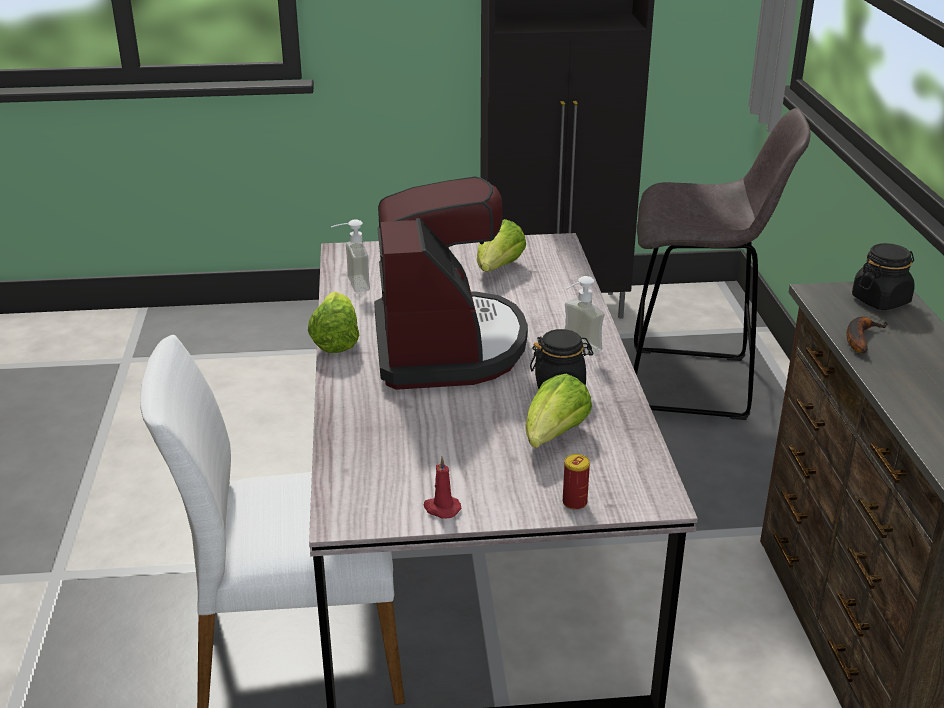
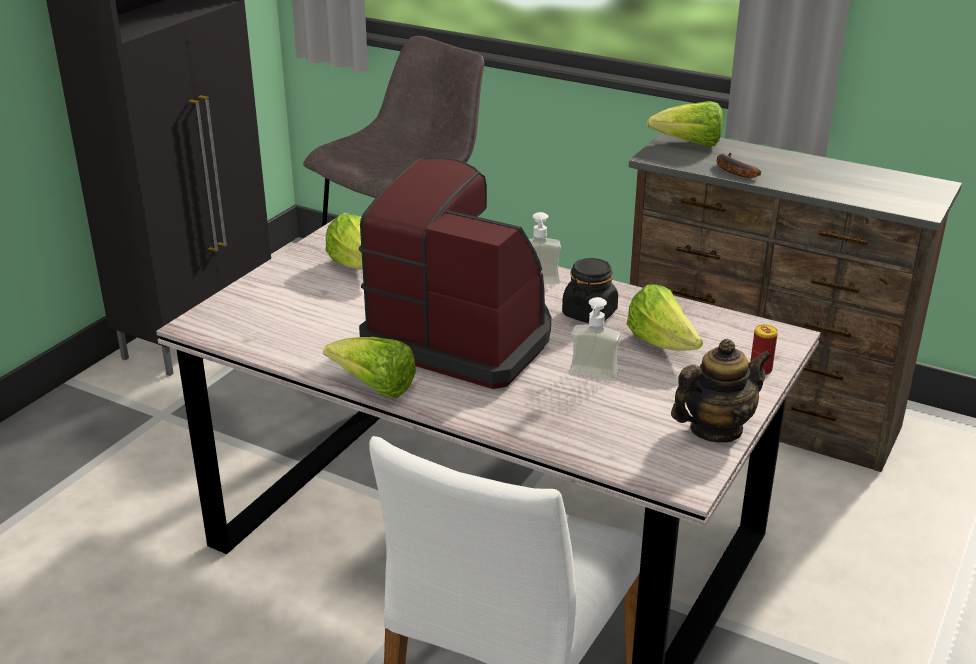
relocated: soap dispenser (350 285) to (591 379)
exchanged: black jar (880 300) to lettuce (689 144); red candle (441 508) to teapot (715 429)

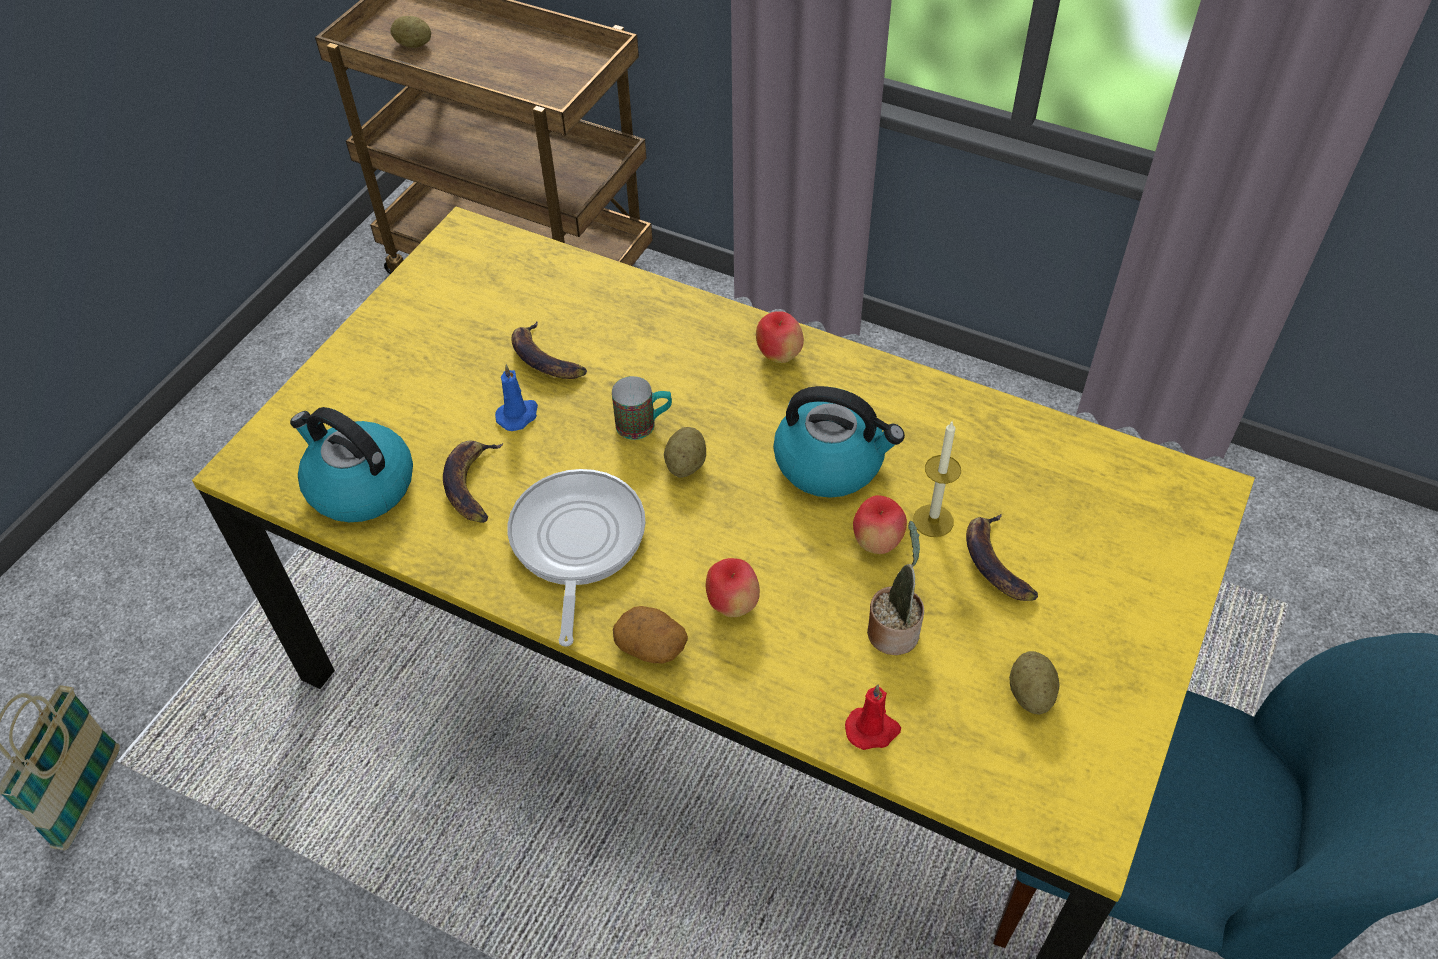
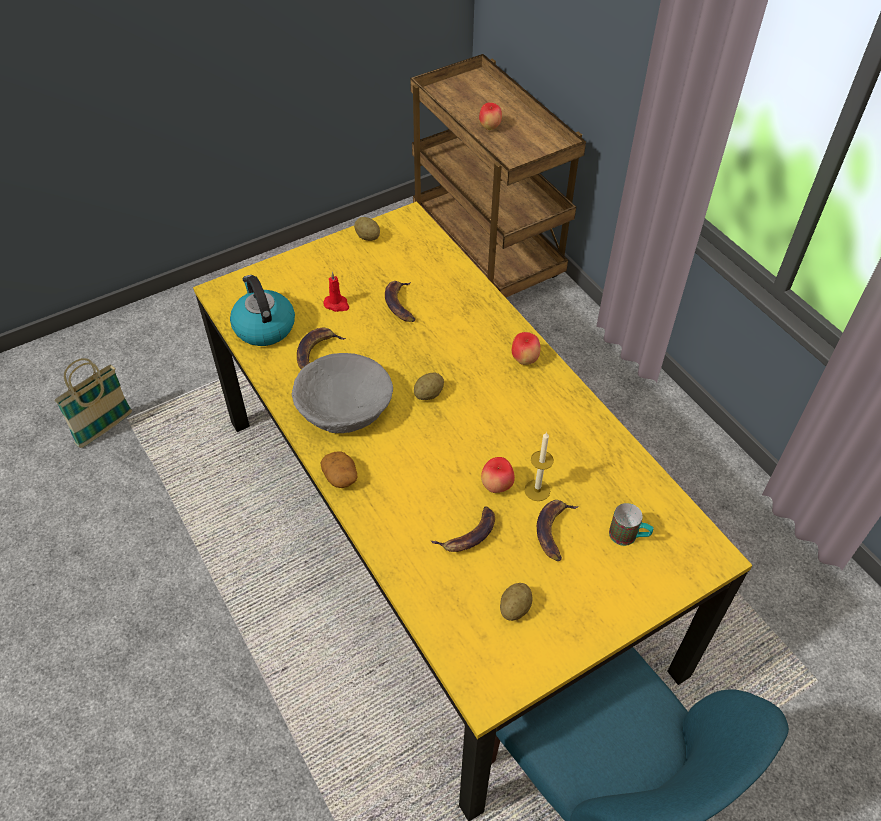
missing: blue candle (518 415); kettle (830 463)
relocated: red candle (873 729) to (337 304); potato (413 45) to (367 237); apple (732 604) to (490 127); mug (644 425) to (628 536)
exchanged: frying pan (576 543) to grey bowl (343 406); potted plant (894 629) to banana (469 535)

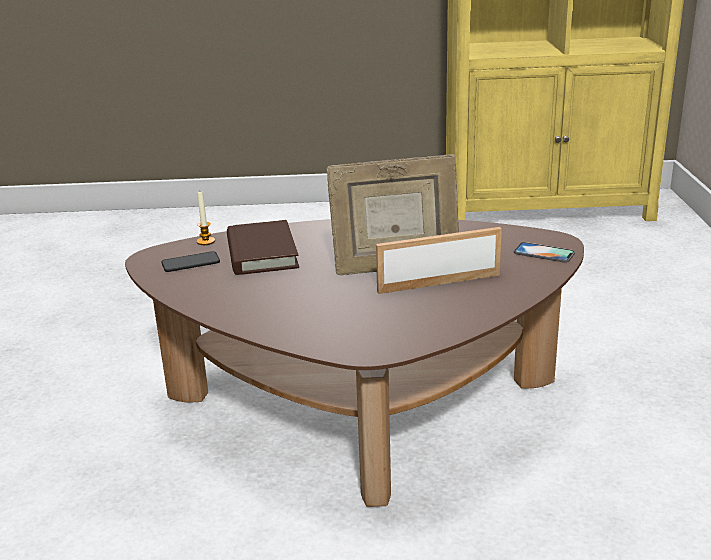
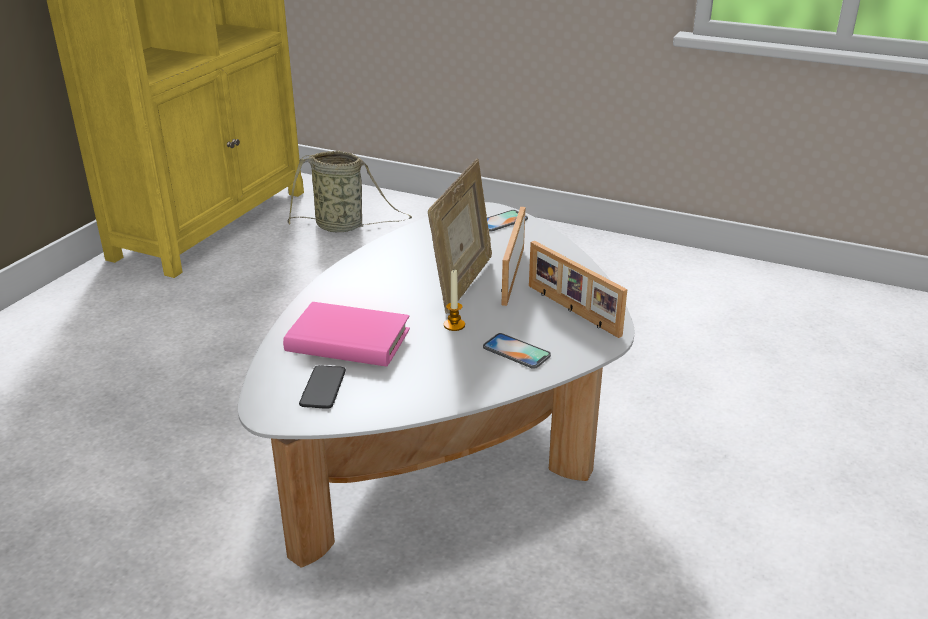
appeared: basket (343 226); phone (516 351); picture frame (571 310)
relocated: candle (206 241) to (454 325)
colour: brown coffee table (362 412) to white coffee table (449 440); brown book (261 253) to pink book (348 341)

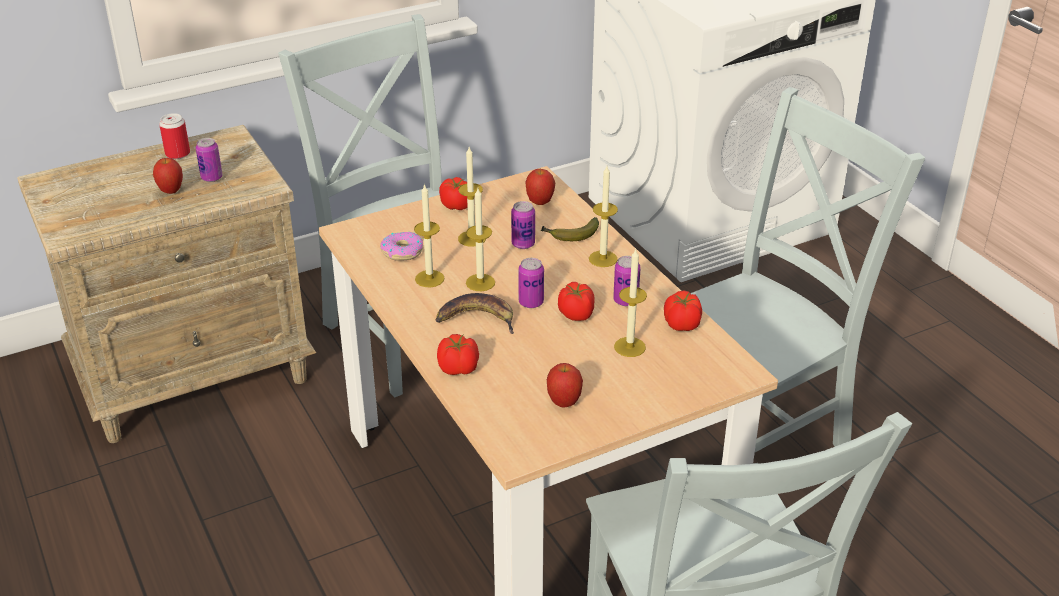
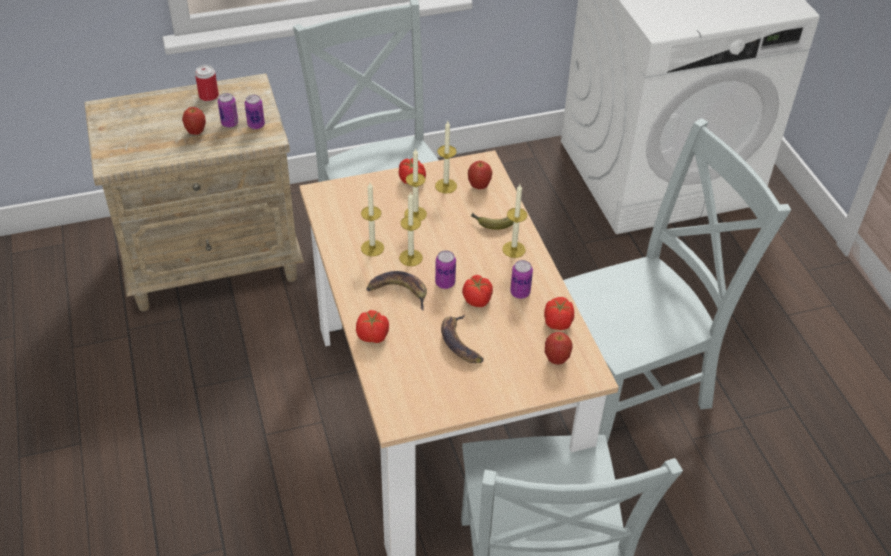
missing: donut (402 251)
appeared: banana (460 342)
relocated: can (523 244) to (256 125); candle (629 347) to (446 186); apple (564 402) to (556 359)

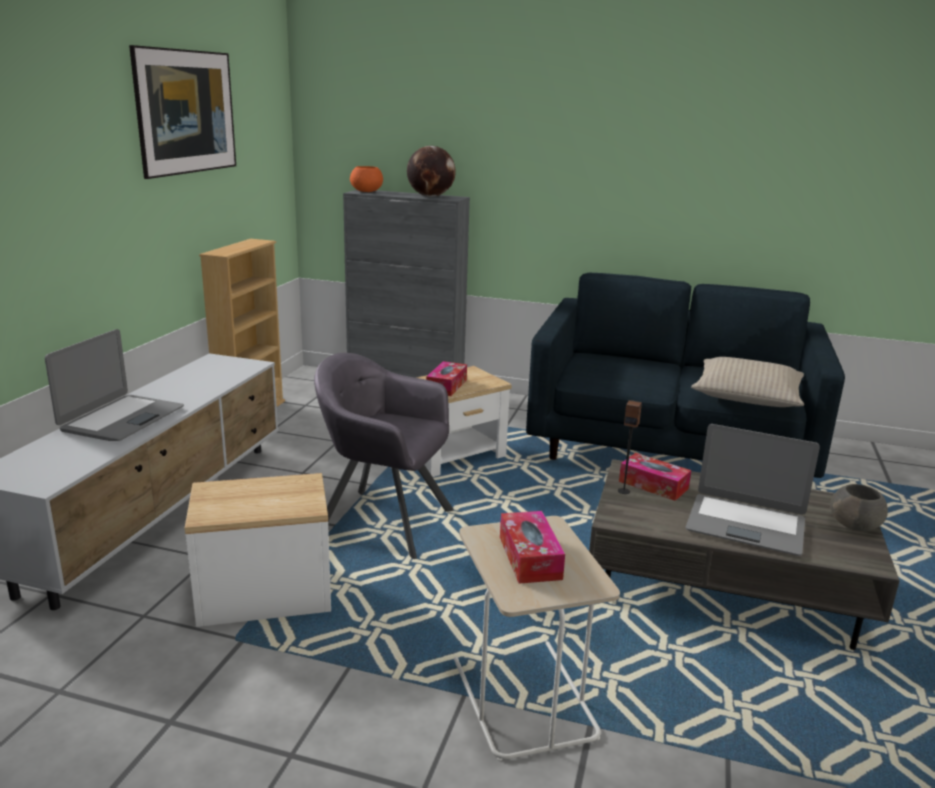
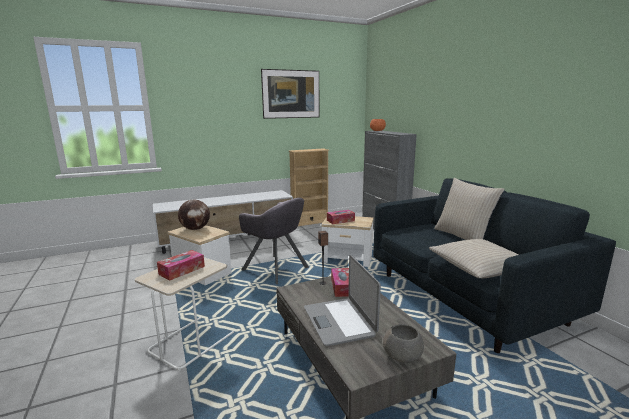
missing: laptop (122 419)
appeared: beige pillow (463 236)
relocated: globe (430 196) to (195 229)
spun: grey armchair (384 522) = (275 269) 150 degrees clockwise

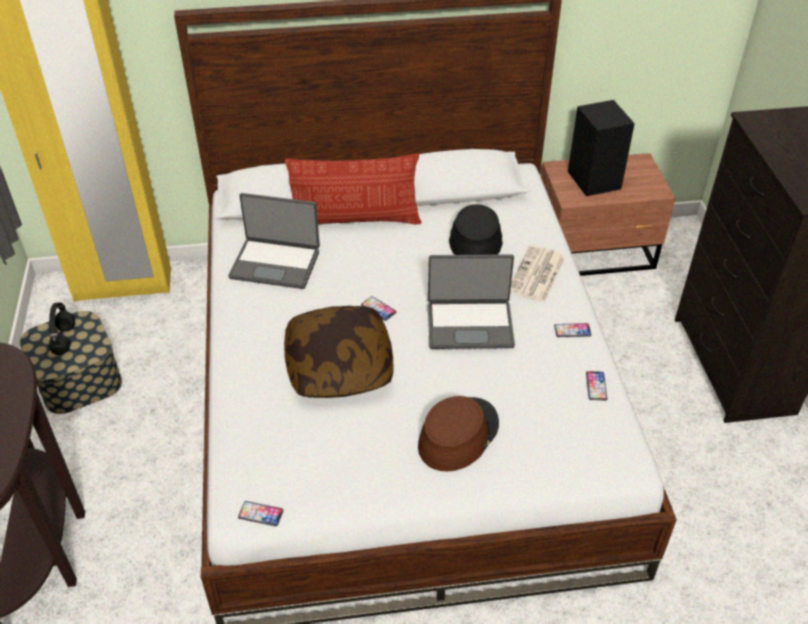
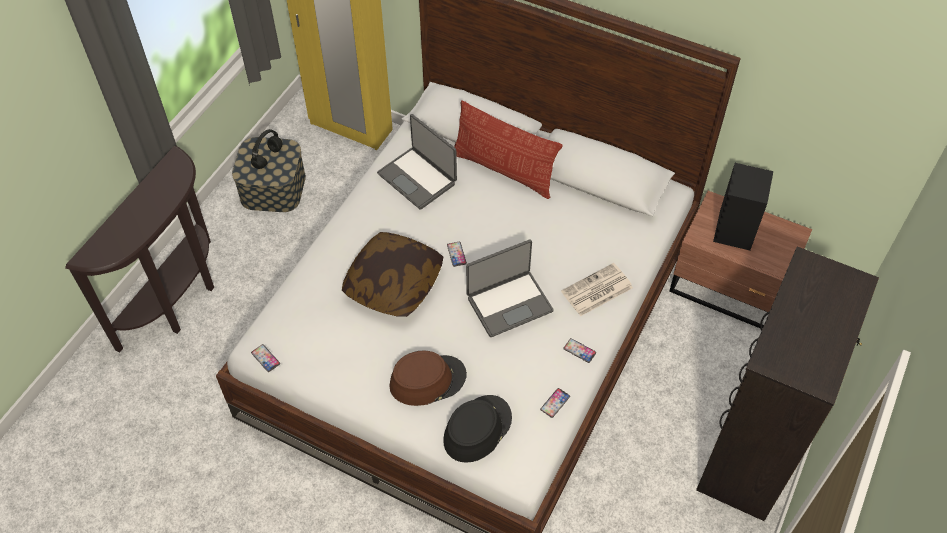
relocated: black hat (475 237) to (477 429)
spun: laptop (470 324) = (509 303) 60 degrees counterclockwise

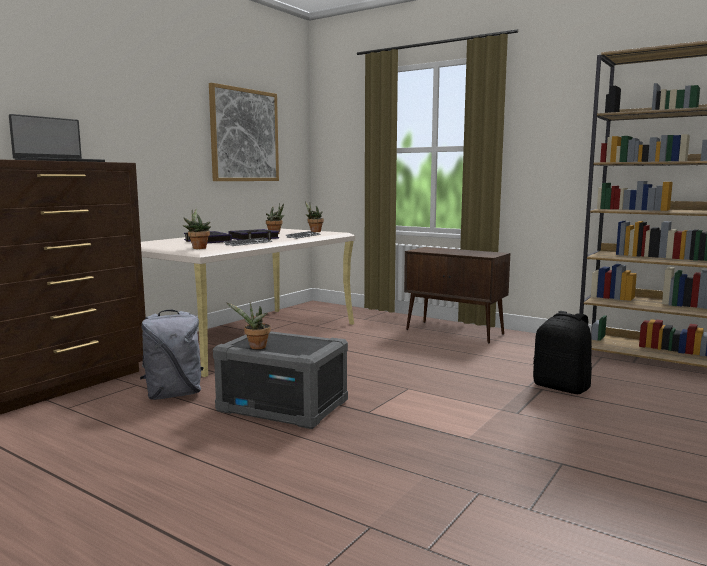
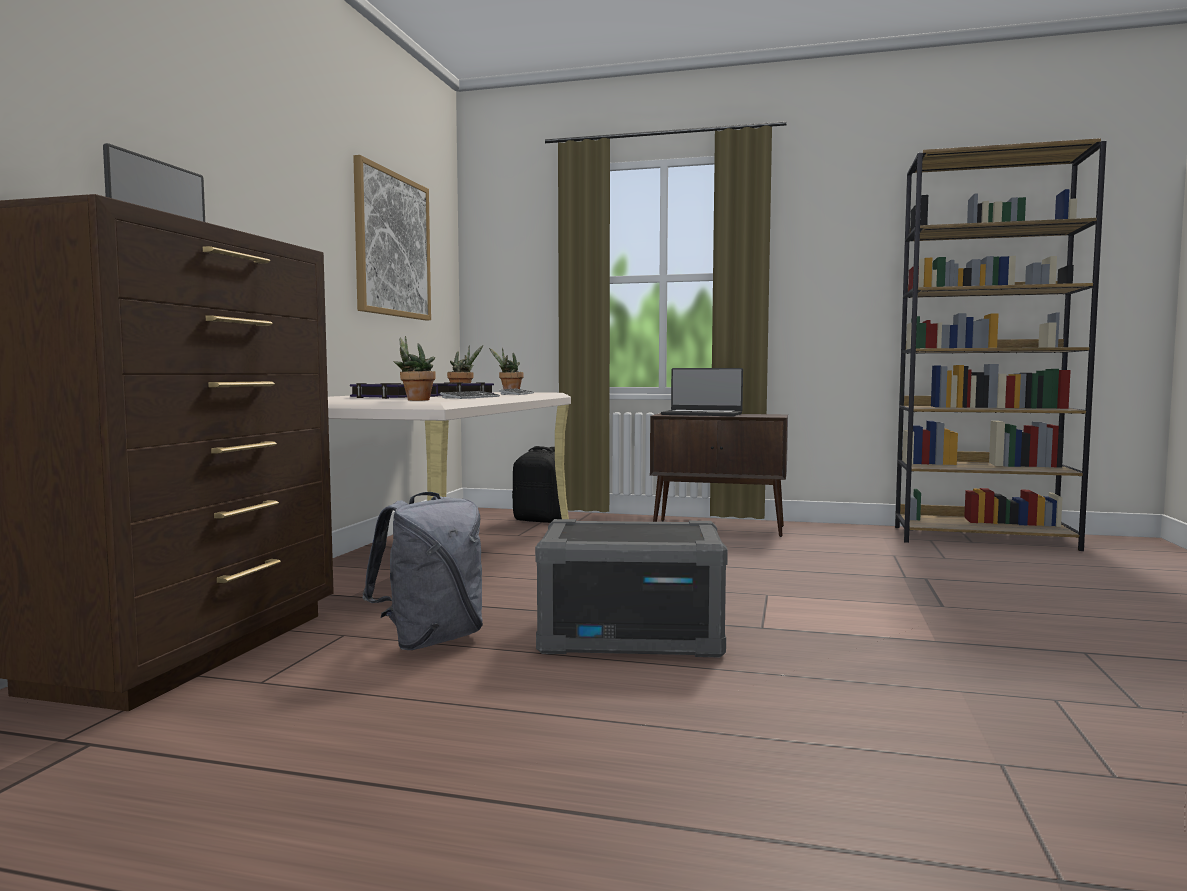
missing: potted plant (255 347)
appeared: laptop (702 414)
relocated: black backpack (562 387) to (541 520)

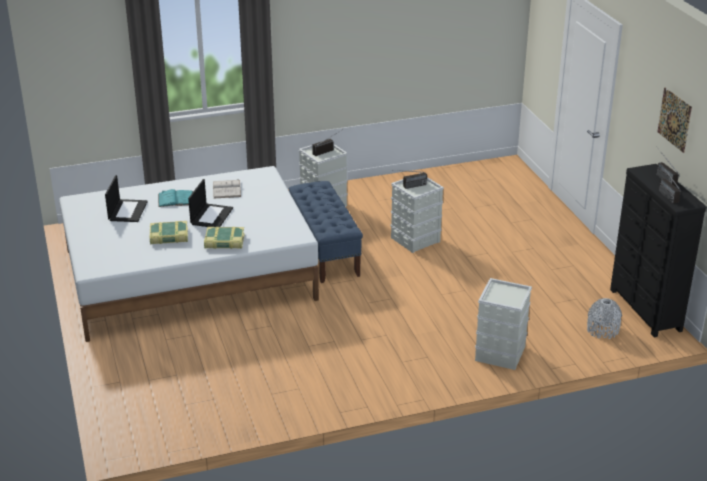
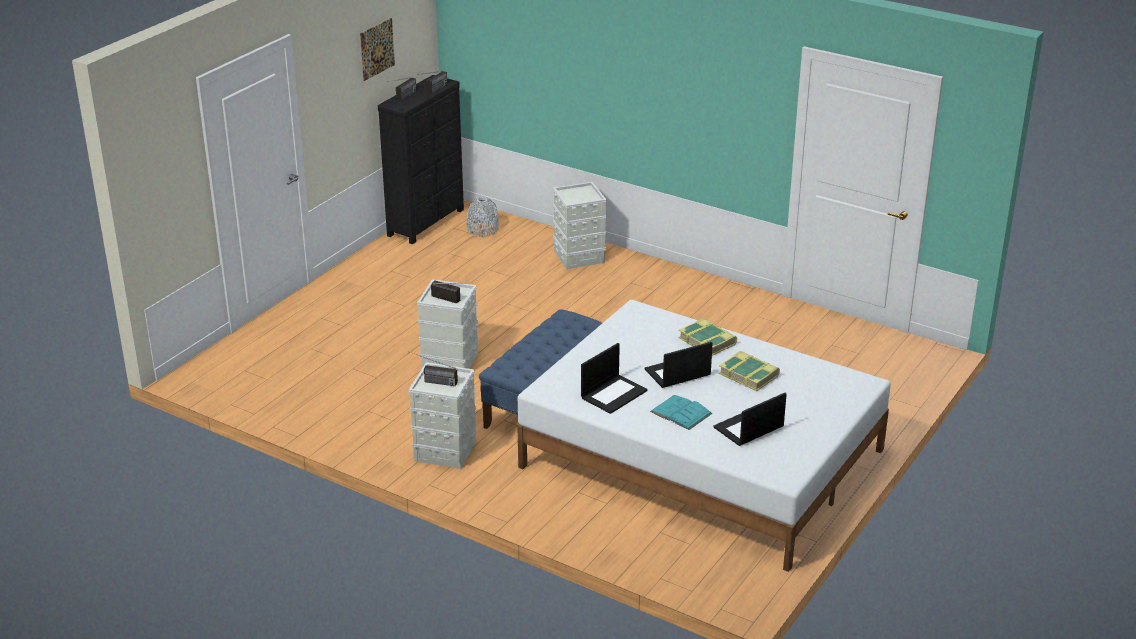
exchanged: white book (226 189) to laptop (614 394)

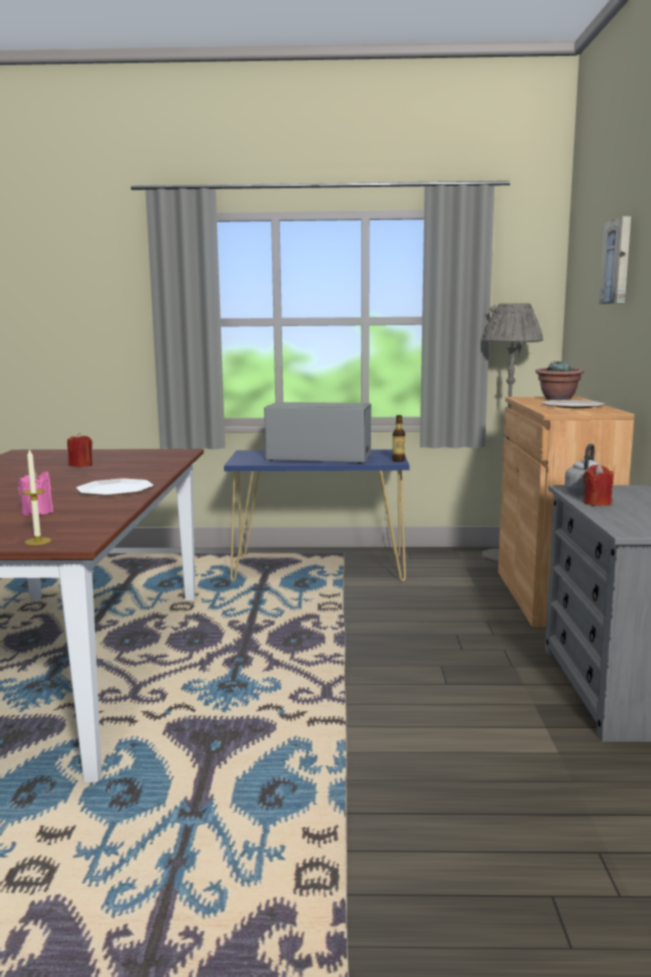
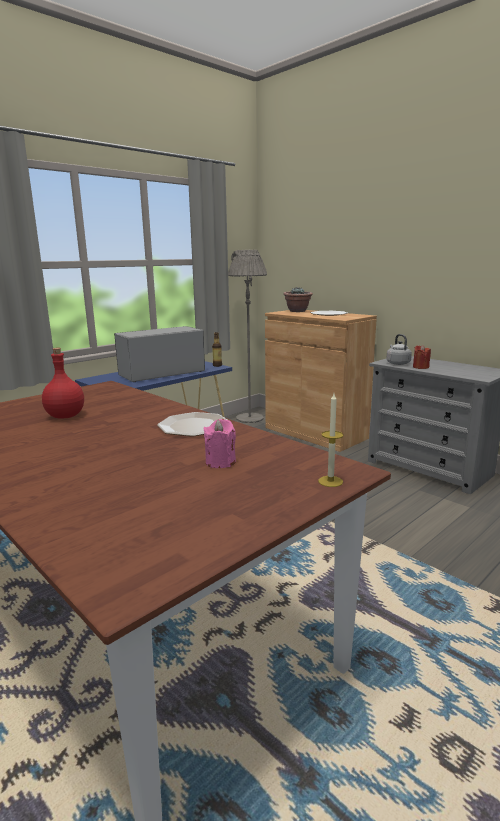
missing: picture (618 262)
exchanged: red candle (81 465) to red bottle (66 416)

